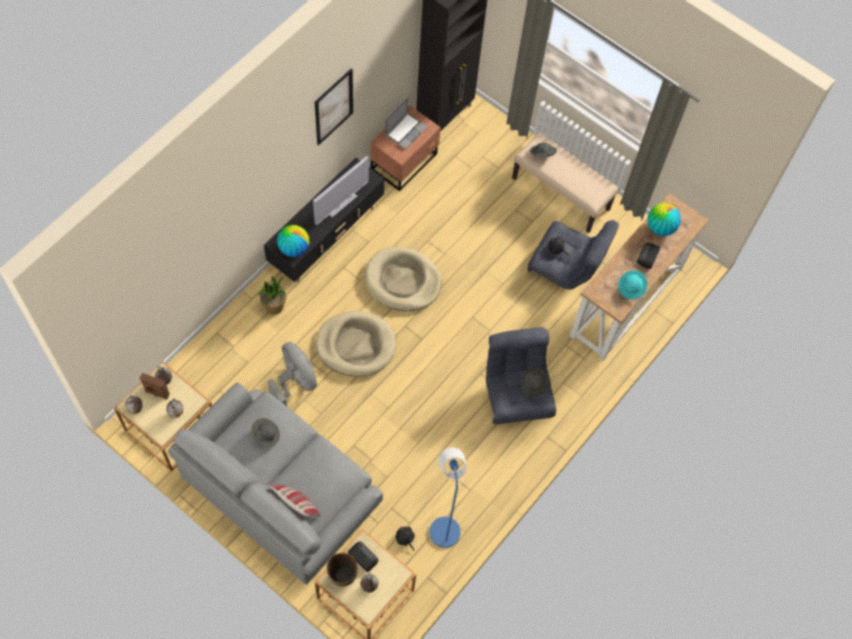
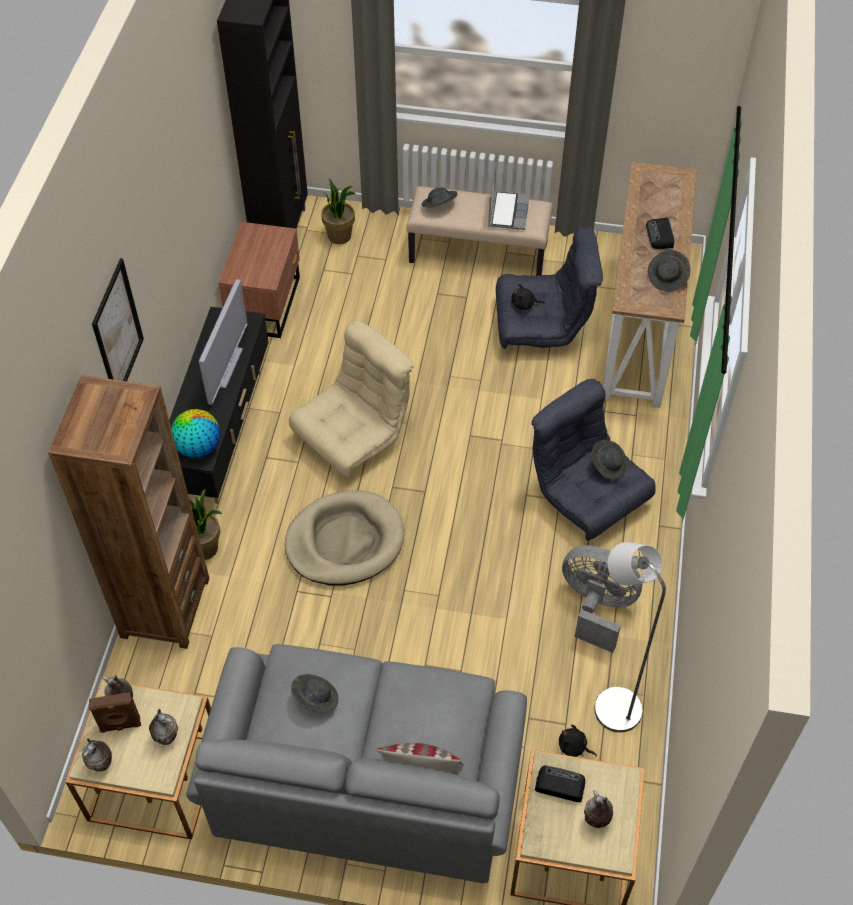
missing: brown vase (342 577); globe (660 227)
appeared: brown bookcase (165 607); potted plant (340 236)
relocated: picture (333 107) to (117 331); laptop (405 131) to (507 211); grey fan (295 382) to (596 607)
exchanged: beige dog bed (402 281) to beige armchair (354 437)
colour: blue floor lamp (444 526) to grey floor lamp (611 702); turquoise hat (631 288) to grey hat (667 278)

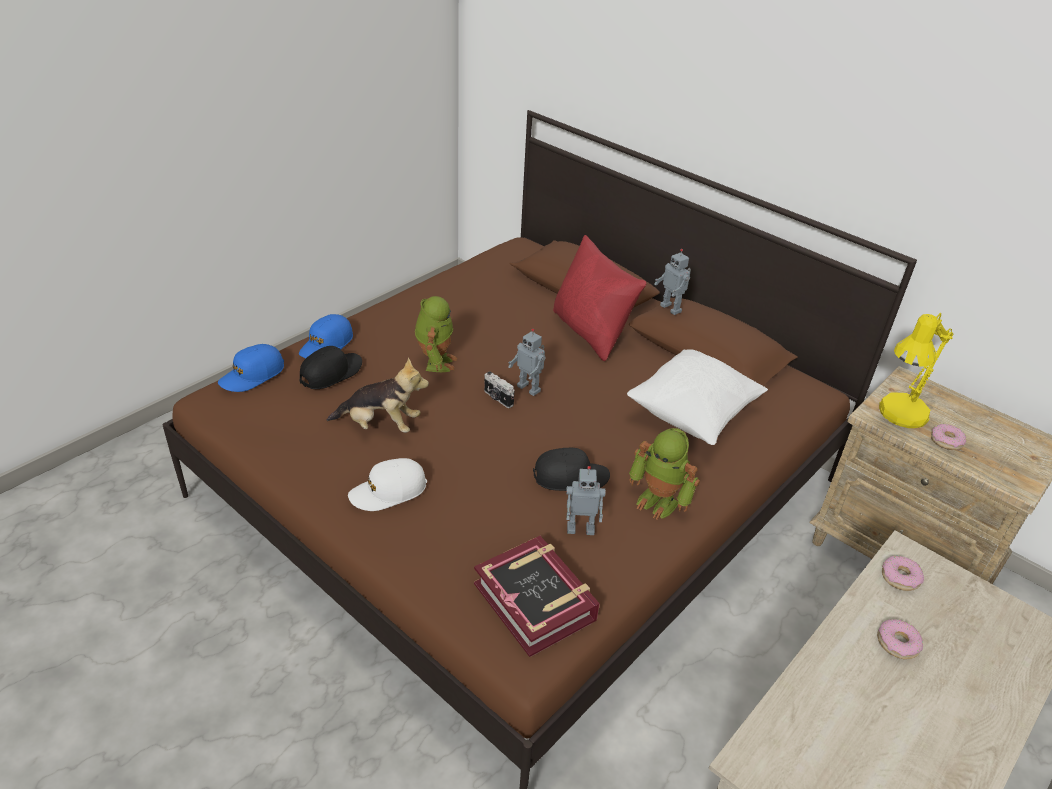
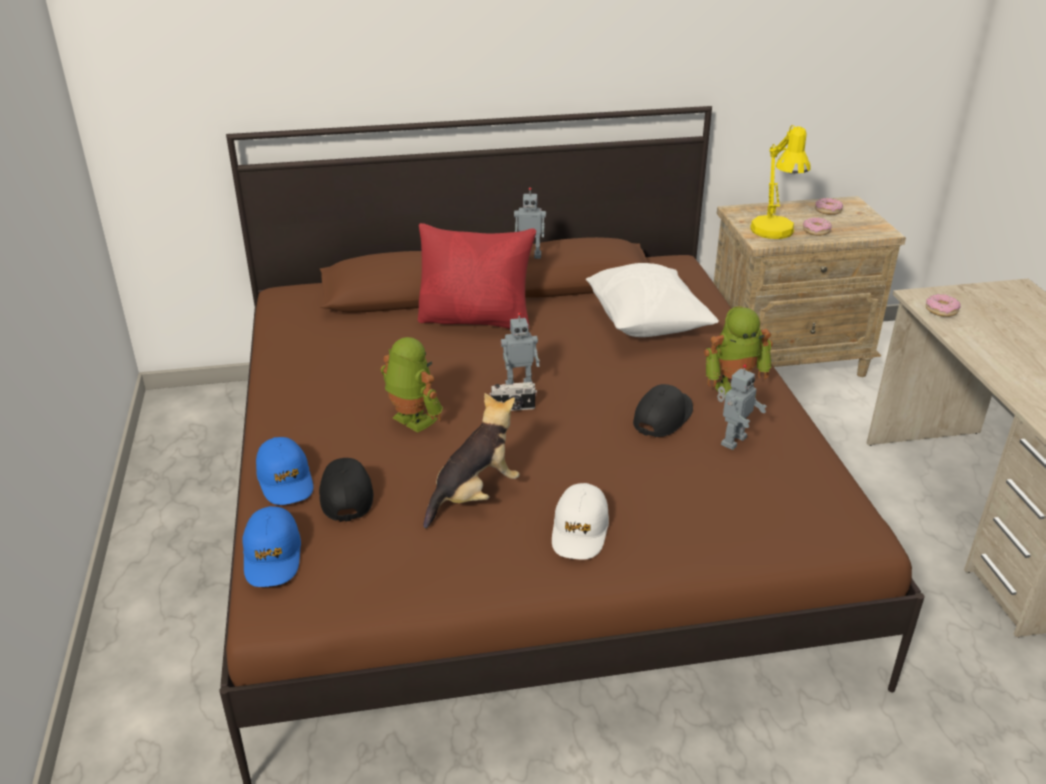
missing: book (535 601)
relocated: donut (897 643) to (828 210)

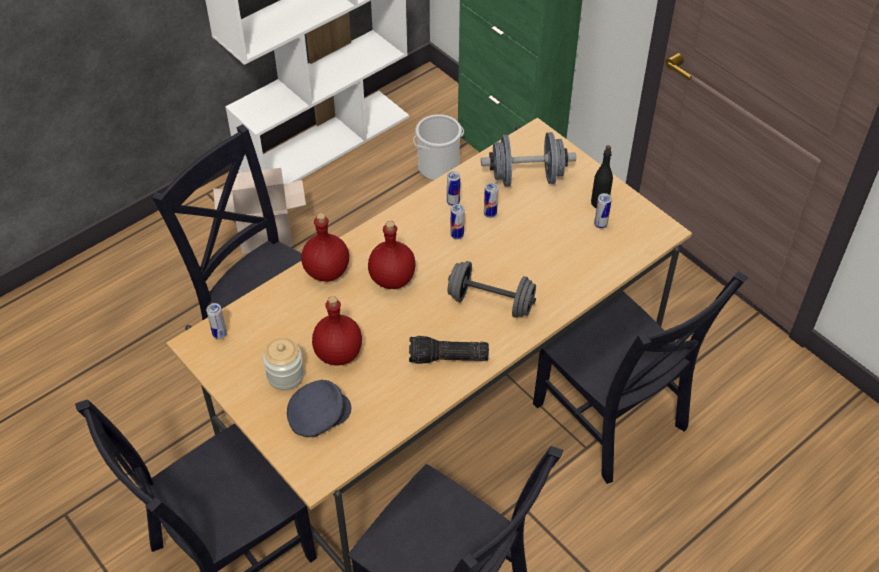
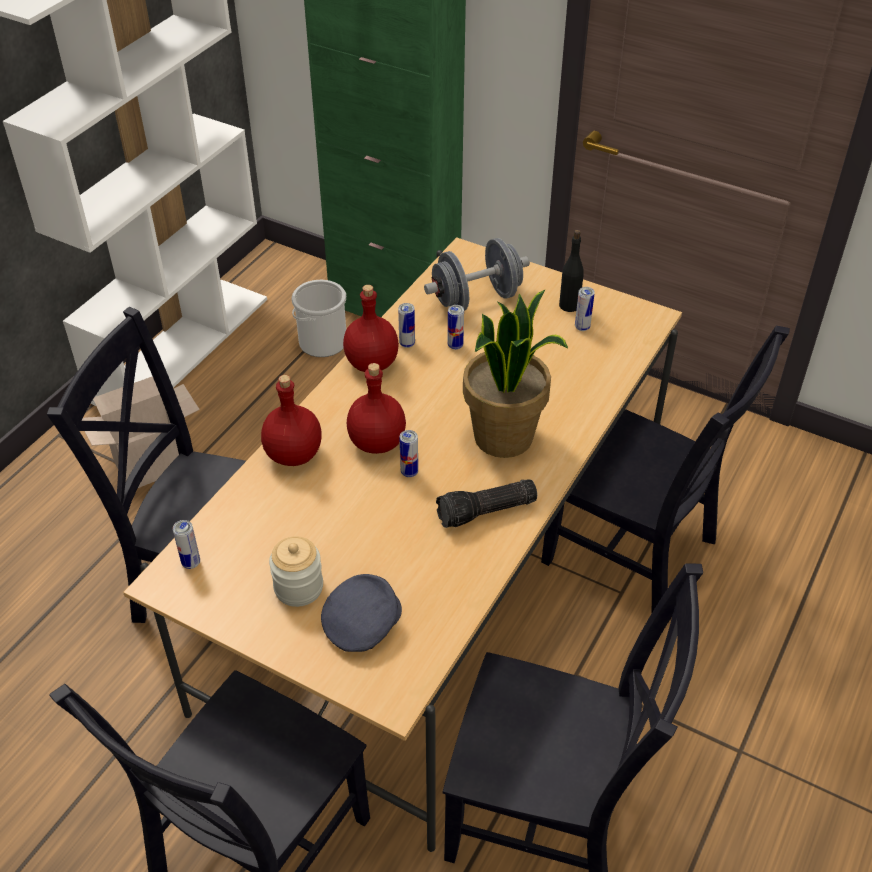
relocated: red bottle (339 353) to (372 362); can (457 235) to (409 472)
exchanged: grey dumbbell (491 302) to potted plant (504 437)

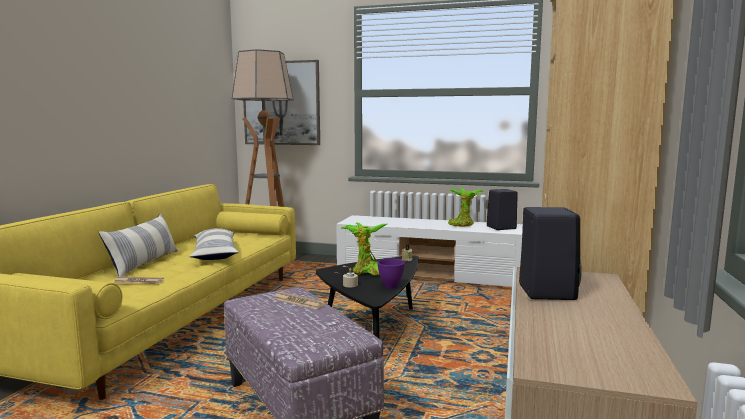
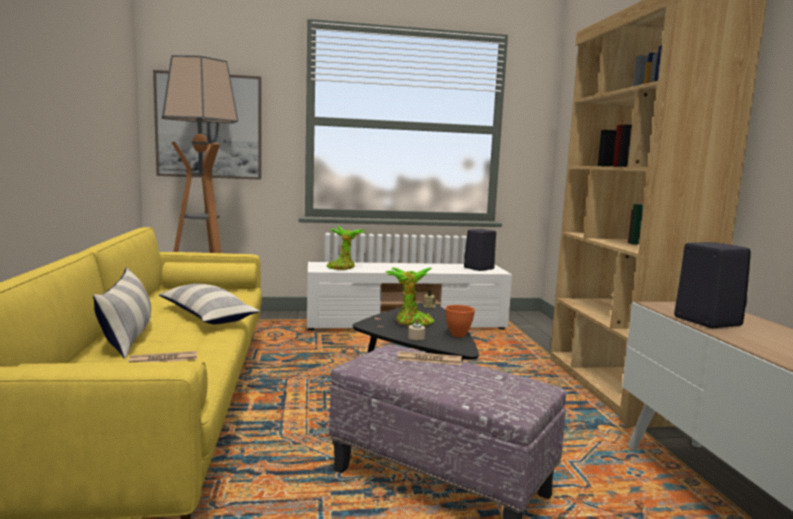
relocated: potted plant (462 225) to (343 268)
colour: purple bowl (390 286) to orange bowl (457 335)

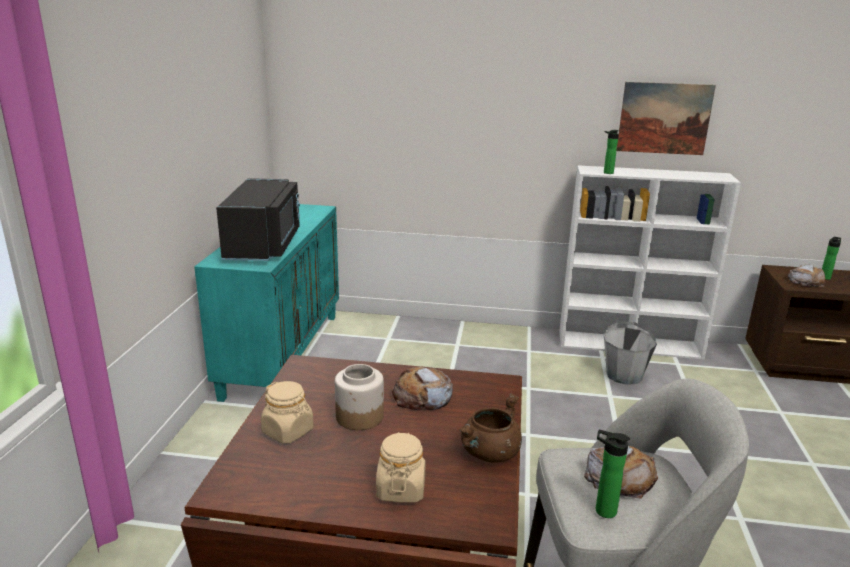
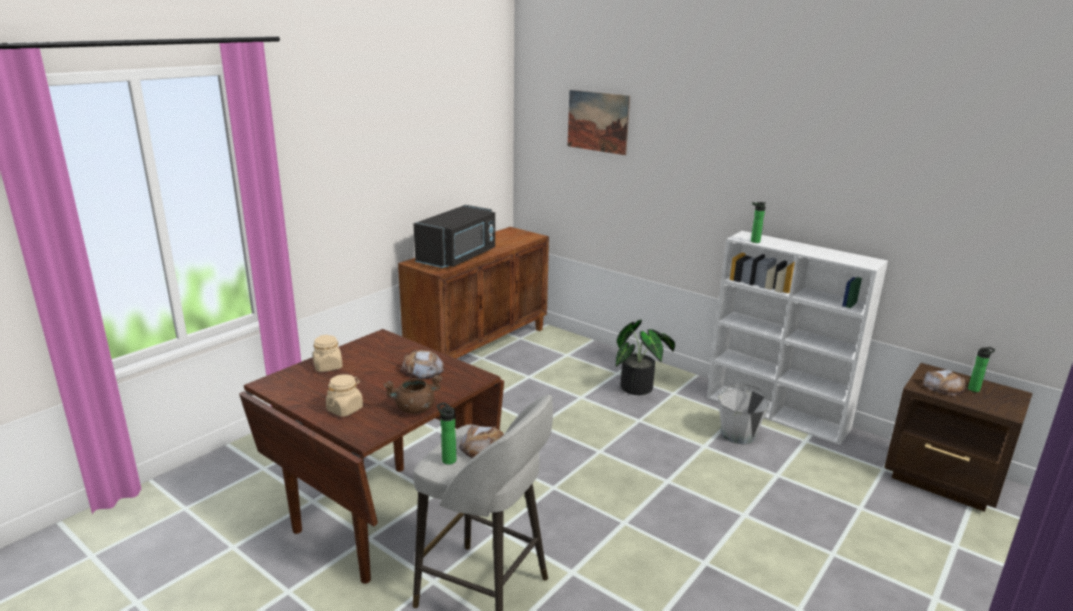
missing: jar (360 416)
appeared: potted plant (640 388)
relocated: picture (664 118) to (598 122)
colour: turquoise cabinet (282 353) to brown cabinet (479 346)

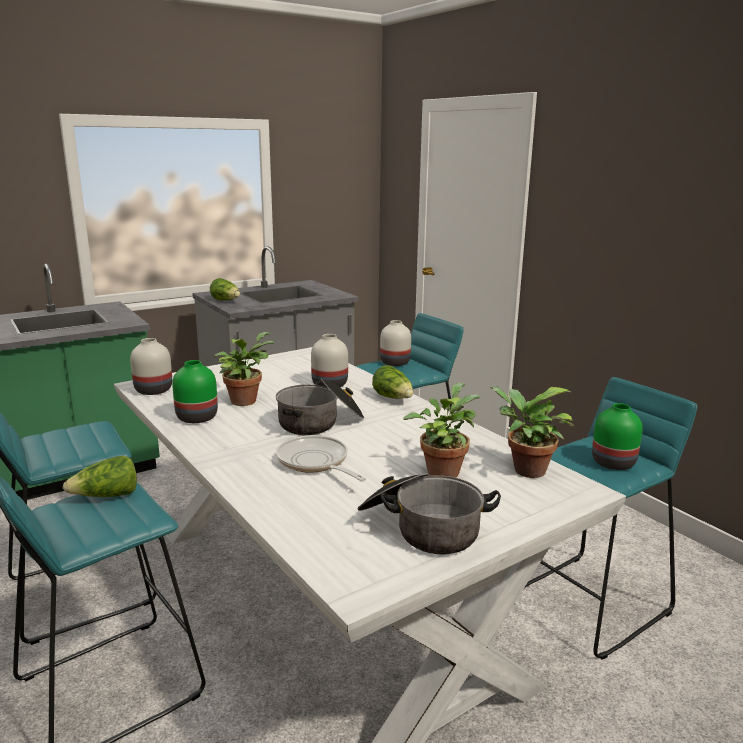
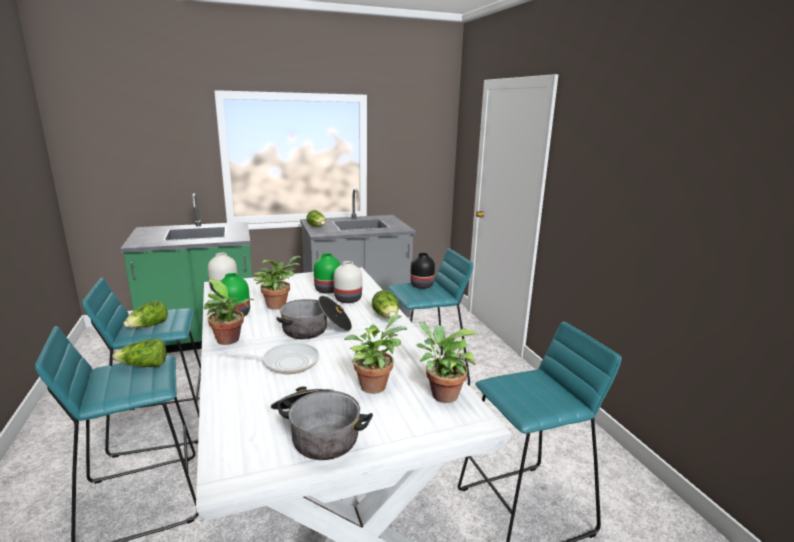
appeared: lettuce (148 326); potted plant (229 341)
relocated: green vase (612 462) to (327 290)
colour: white vase (395 362) to black vase (422 285)
spun: frying pan (315 463) = (285 363) 105 degrees clockwise

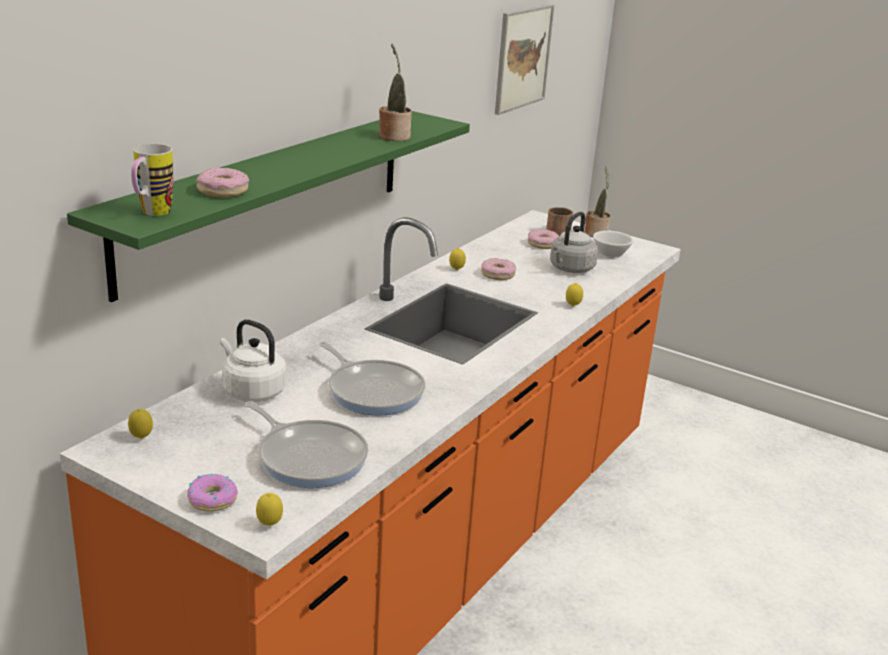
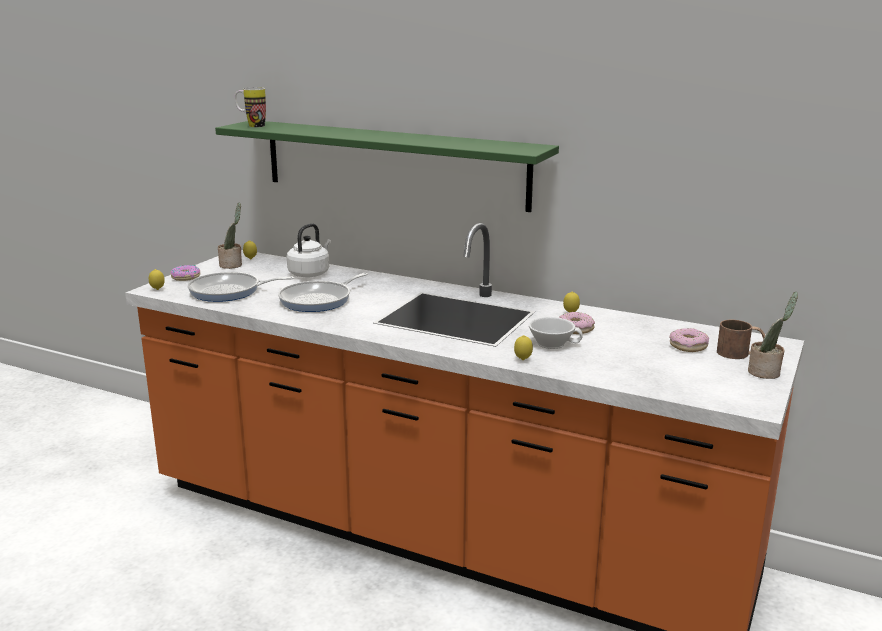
missing: donut (222 191); picture (522 58); grey kettle (570 269)
relocated: potted plant (394 136) to (232 265); white cup (609 253) to (552 343)
spun: frying pan (309 457) = (229 292) 45 degrees clockwise

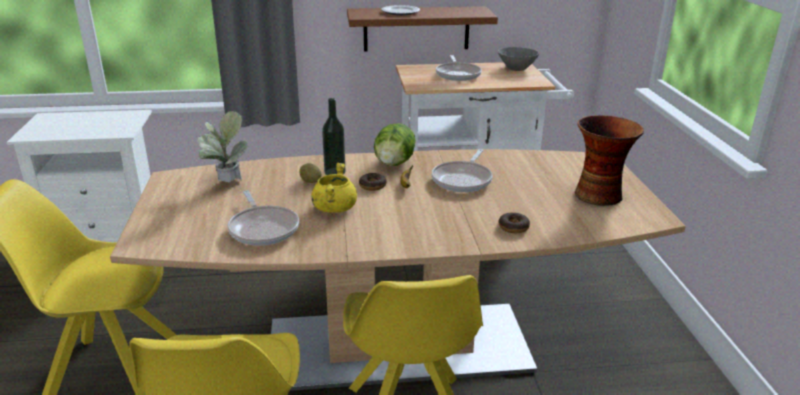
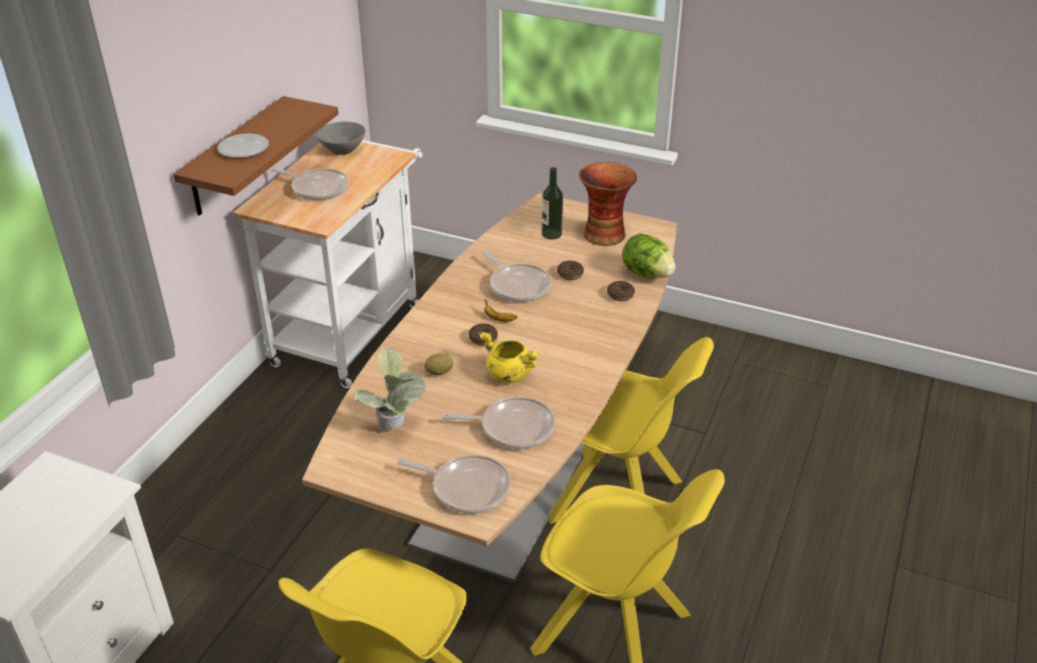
appeared: frying pan (467 488); donut (570 274)
relocated: bottle (334 172) to (551 234); lettuce (394 163) to (647 274)

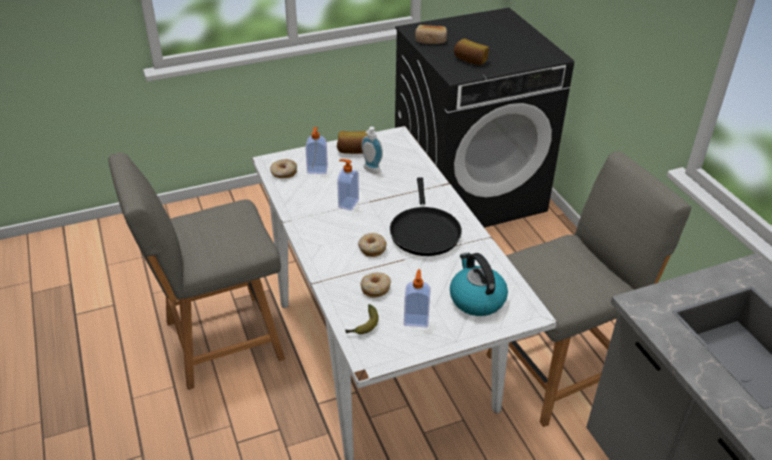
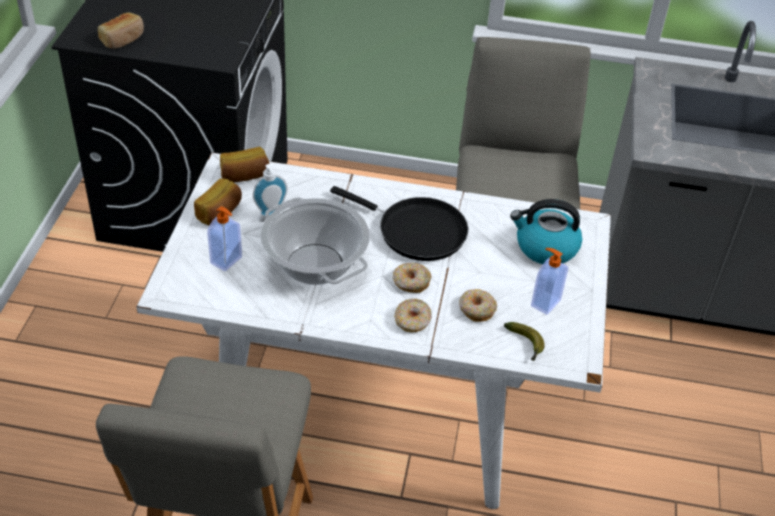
relocated: bread (470 60) to (244 176); donut (283 173) to (412 321)
exchanged: soap dispenser (347 203) to cooking pot (316 265)

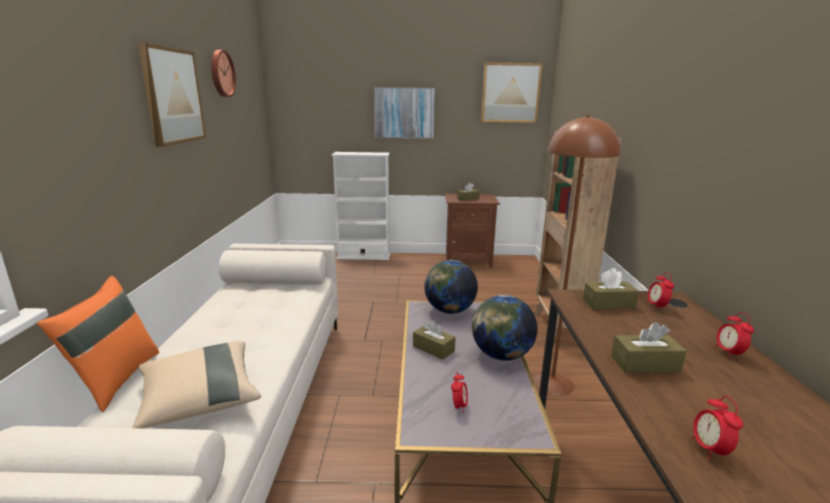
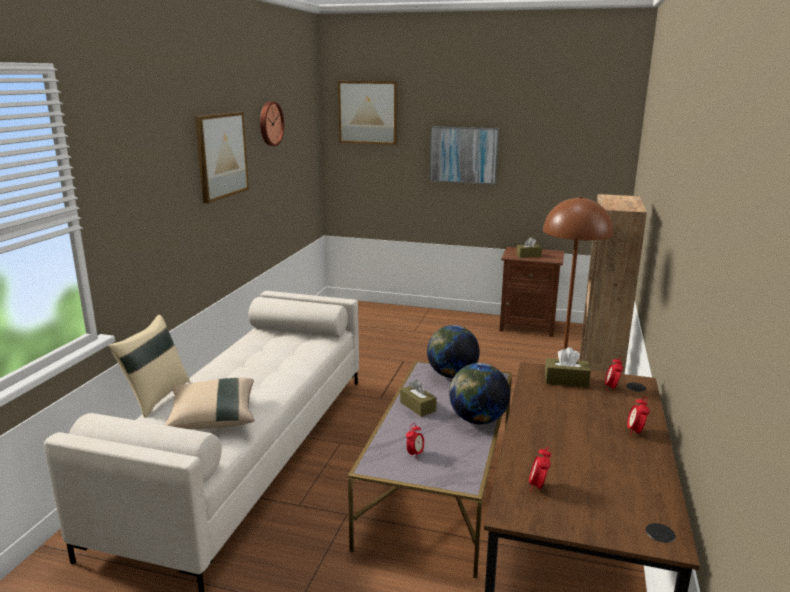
missing: white bookcase (363 256); brown tissue box (645 364)
relocated: picture (510 93) to (368 112)
colour: orange pillow (115 379) to beige pillow (155 397)

